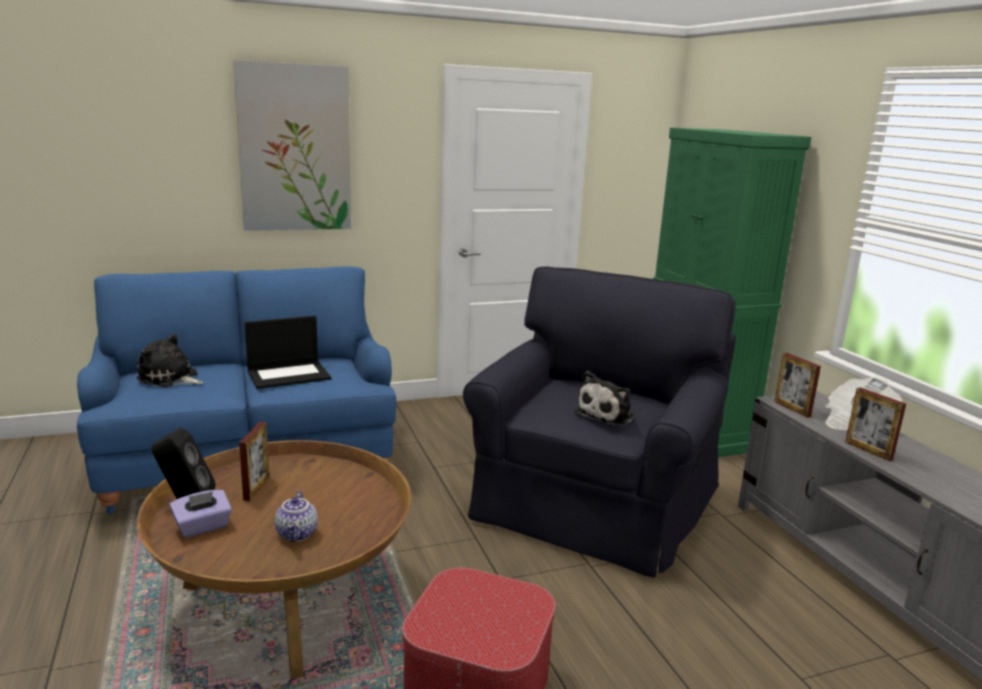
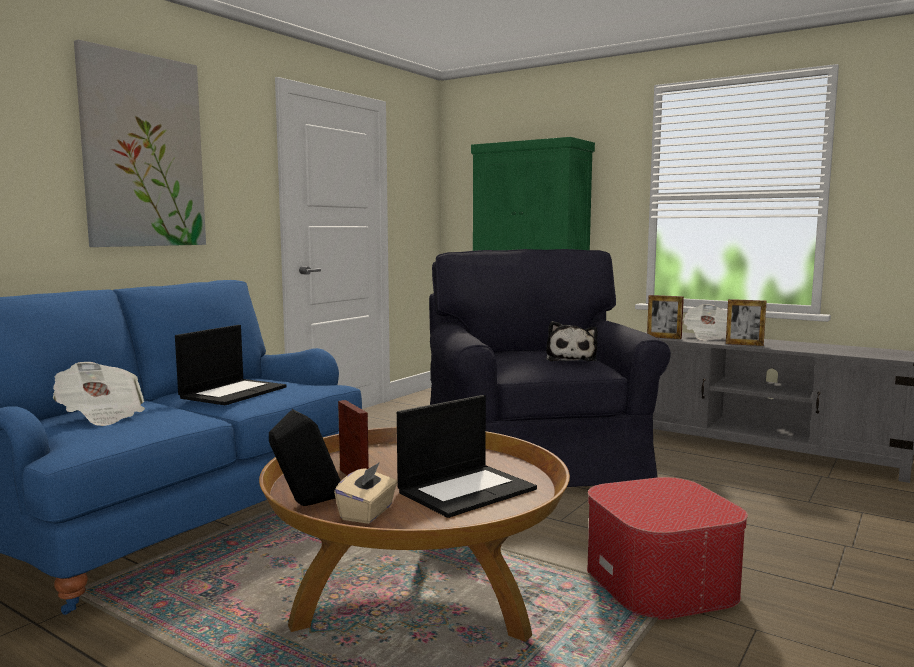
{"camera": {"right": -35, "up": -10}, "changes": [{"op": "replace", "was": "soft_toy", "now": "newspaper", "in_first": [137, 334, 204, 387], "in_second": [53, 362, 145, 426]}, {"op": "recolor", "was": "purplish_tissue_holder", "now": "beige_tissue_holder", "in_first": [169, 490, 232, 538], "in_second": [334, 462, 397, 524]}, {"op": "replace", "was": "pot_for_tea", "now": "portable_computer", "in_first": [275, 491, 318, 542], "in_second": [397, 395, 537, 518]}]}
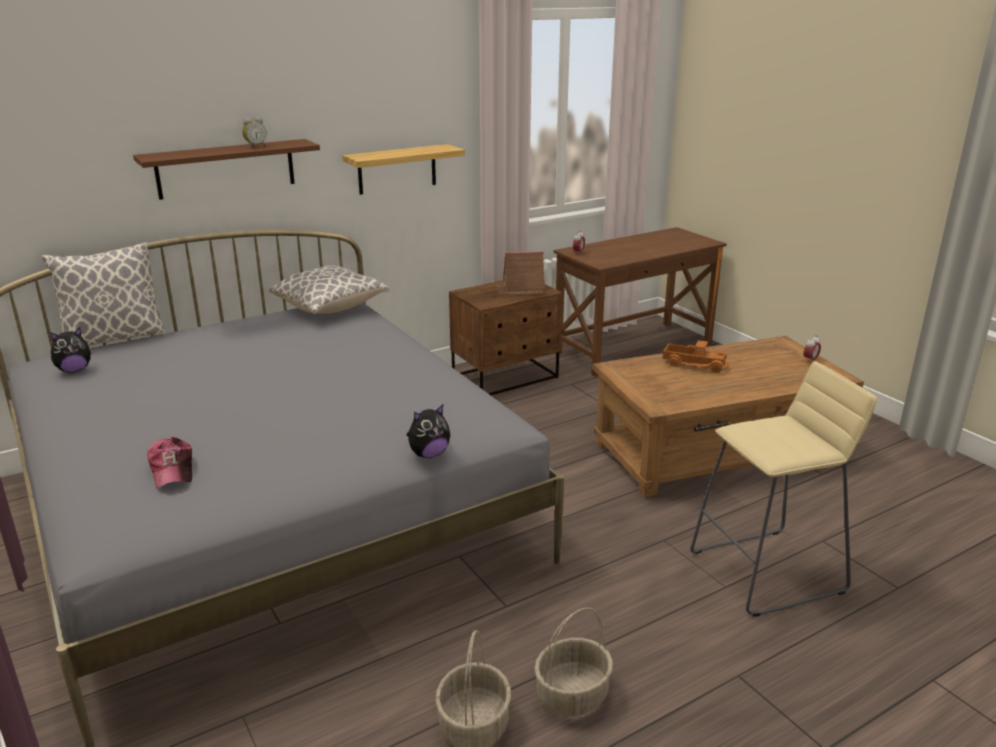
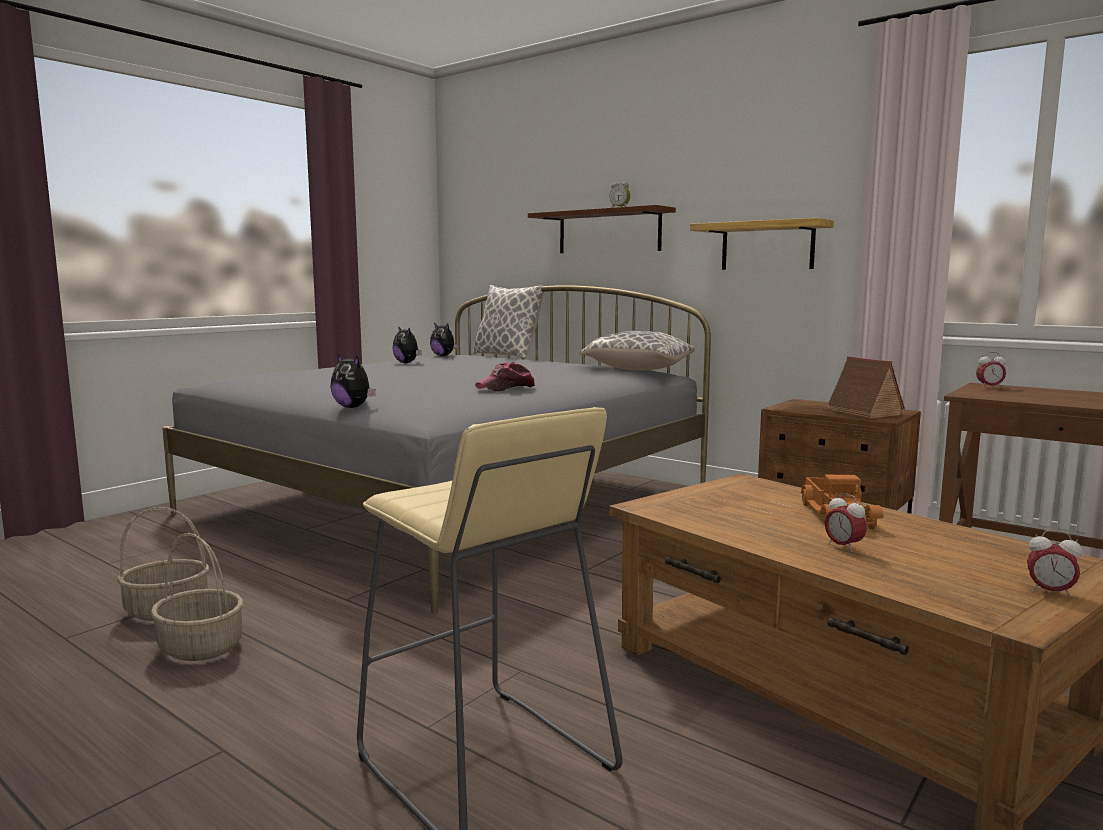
{"camera": {"right": 70, "up": -15}, "changes": [{"op": "move", "was": "cap", "in_first": [147, 437, 192, 488], "in_second": [475, 362, 535, 392]}, {"op": "insert", "now": "soft_toy", "in_second": [393, 326, 422, 363]}, {"op": "insert", "now": "alarm_clock", "in_second": [825, 493, 867, 553]}]}
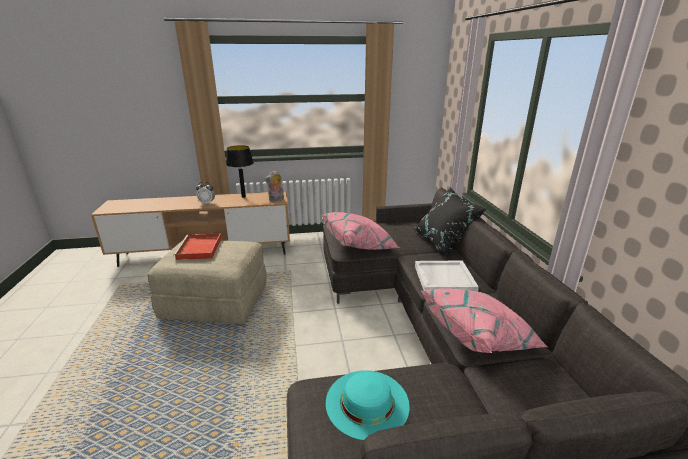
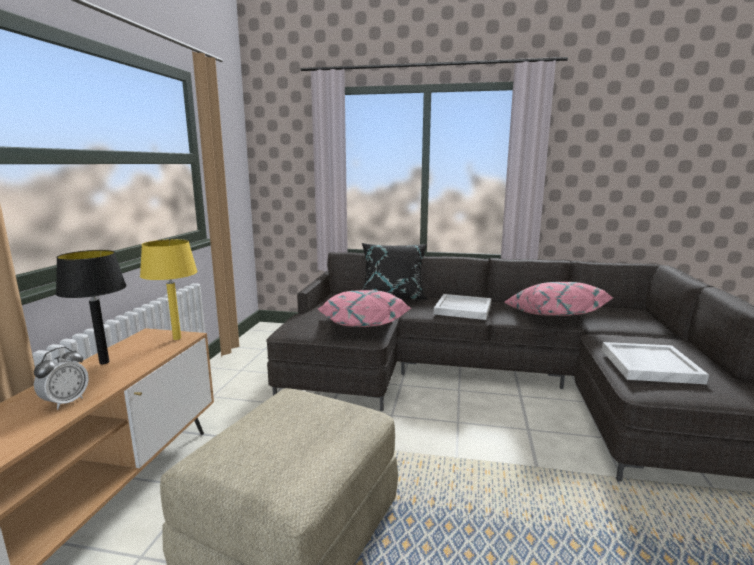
{"camera": {"right": -70, "up": -10}, "changes": [{"op": "replace", "was": "soft_toy", "now": "yellowish_lamp_for_a_table", "in_first": [265, 170, 284, 202], "in_second": [140, 239, 198, 340]}, {"op": "delete", "was": "red-coloured_carrying_tray", "in_first": [173, 234, 222, 260]}, {"op": "replace", "was": "turquoise_wearable_hat", "now": "white-coloured_carrying_tray", "in_first": [326, 370, 410, 440], "in_second": [602, 342, 709, 384]}]}
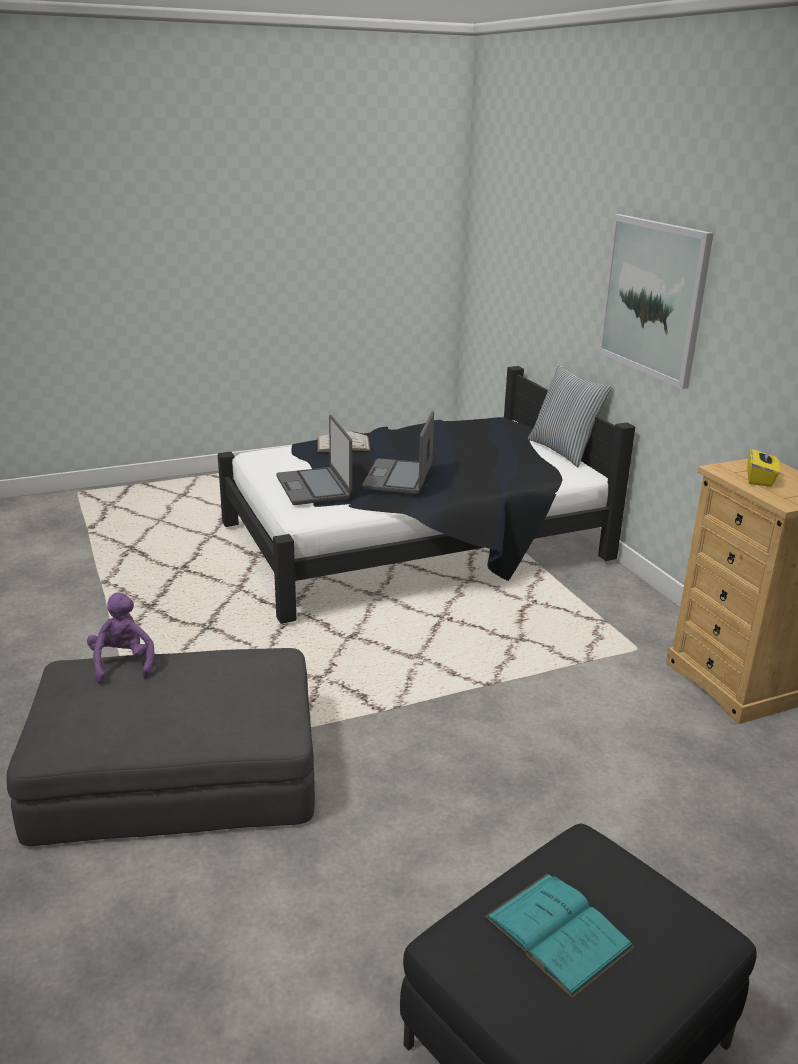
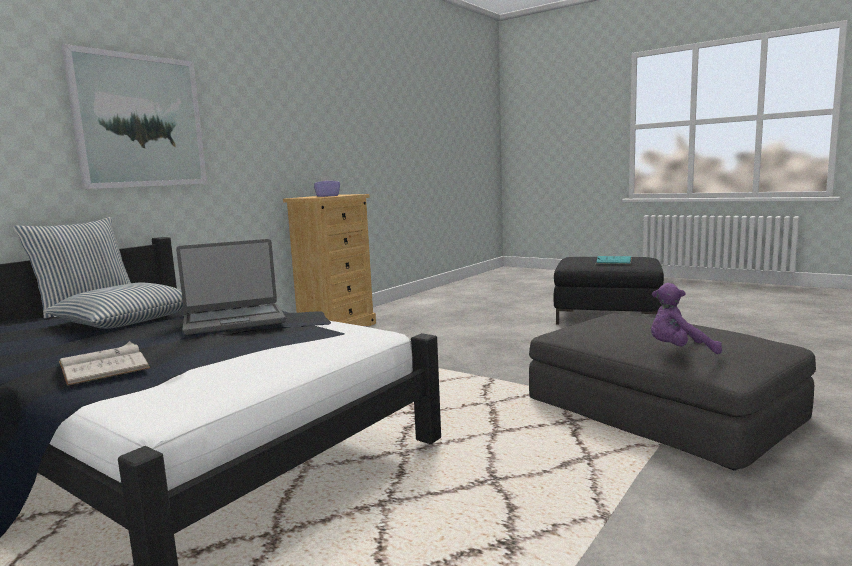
{"camera": {"right": -120, "up": -15}, "changes": [{"op": "delete", "was": "portable_computer", "in_first": [276, 415, 352, 505]}, {"op": "recolor", "was": "yellowish_tissue_holder", "now": "purplish_tissue_holder", "in_first": [748, 446, 780, 487], "in_second": [314, 176, 340, 197]}, {"op": "rotate", "was": "purplish_soft_toy", "in_first": [87, 592, 154, 683], "in_second": [651, 283, 722, 354], "clockwise": 45}, {"op": "insert", "now": "throw_pillow", "in_second": [43, 283, 184, 329]}]}
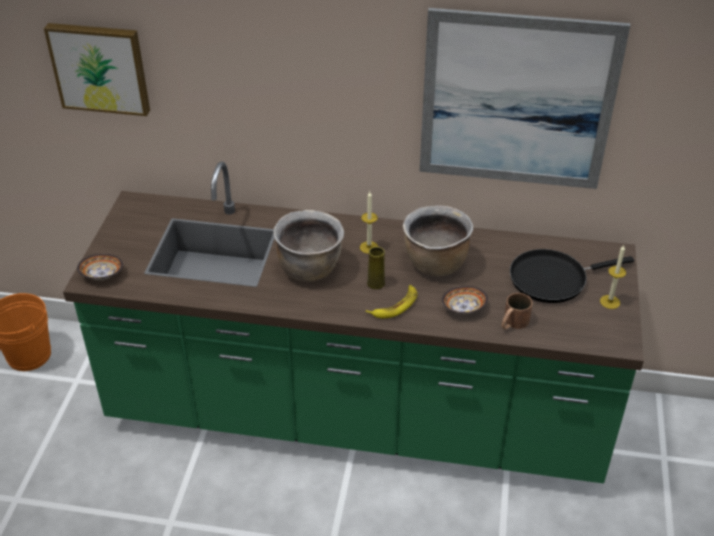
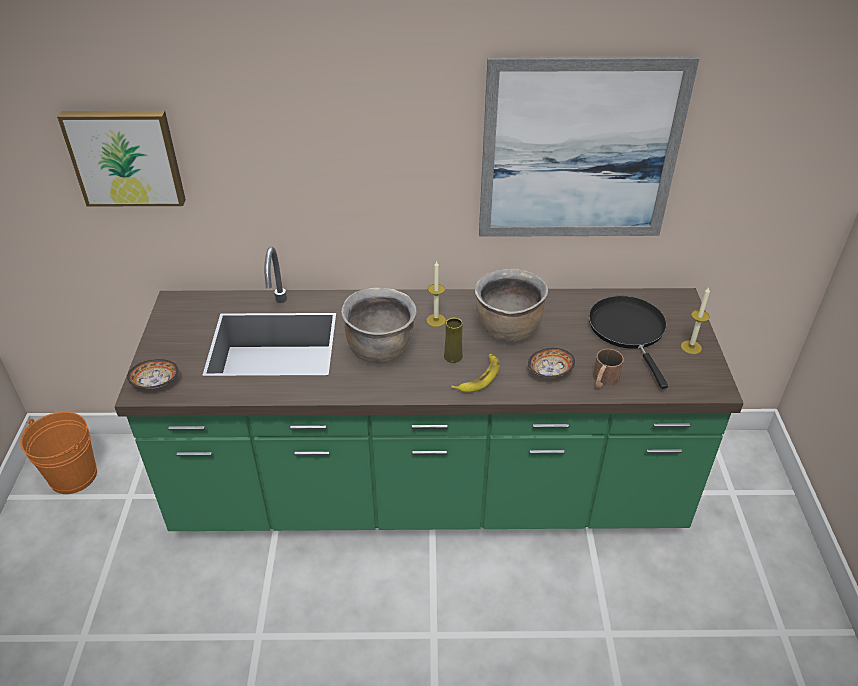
{"camera": {"right": -10, "up": 0}, "changes": [{"op": "rotate", "was": "black_frying_pan", "in_first": [510, 249, 634, 303], "in_second": [589, 296, 668, 389], "clockwise": 105}]}
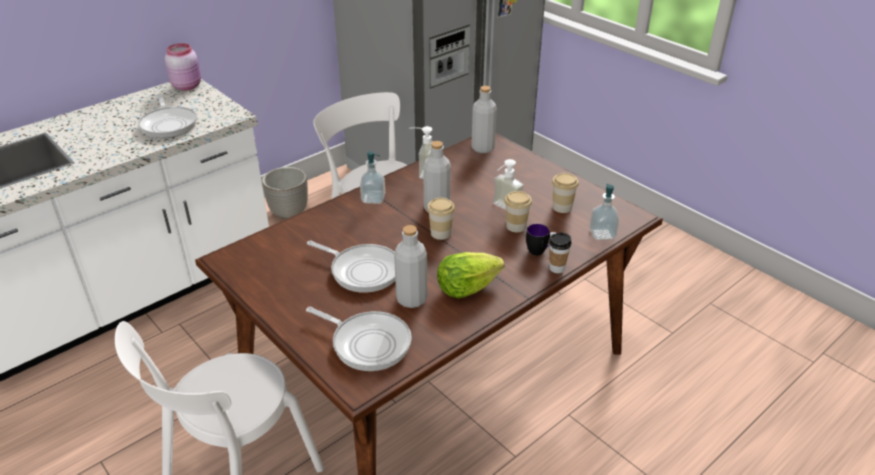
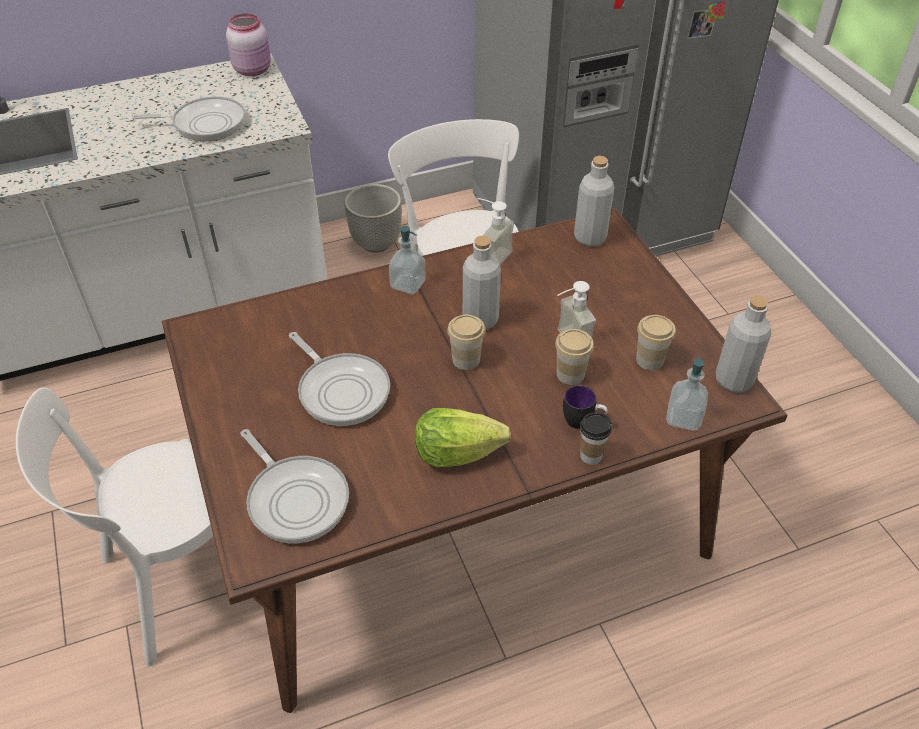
{"camera": {"right": 20, "up": 10}, "changes": [{"op": "rotate", "was": "frying_pan", "in_first": [138, 94, 197, 138], "in_second": [132, 96, 245, 141], "clockwise": -90}, {"op": "move", "was": "gray_drink_bottle", "in_first": [394, 225, 427, 308], "in_second": [716, 295, 771, 392]}]}
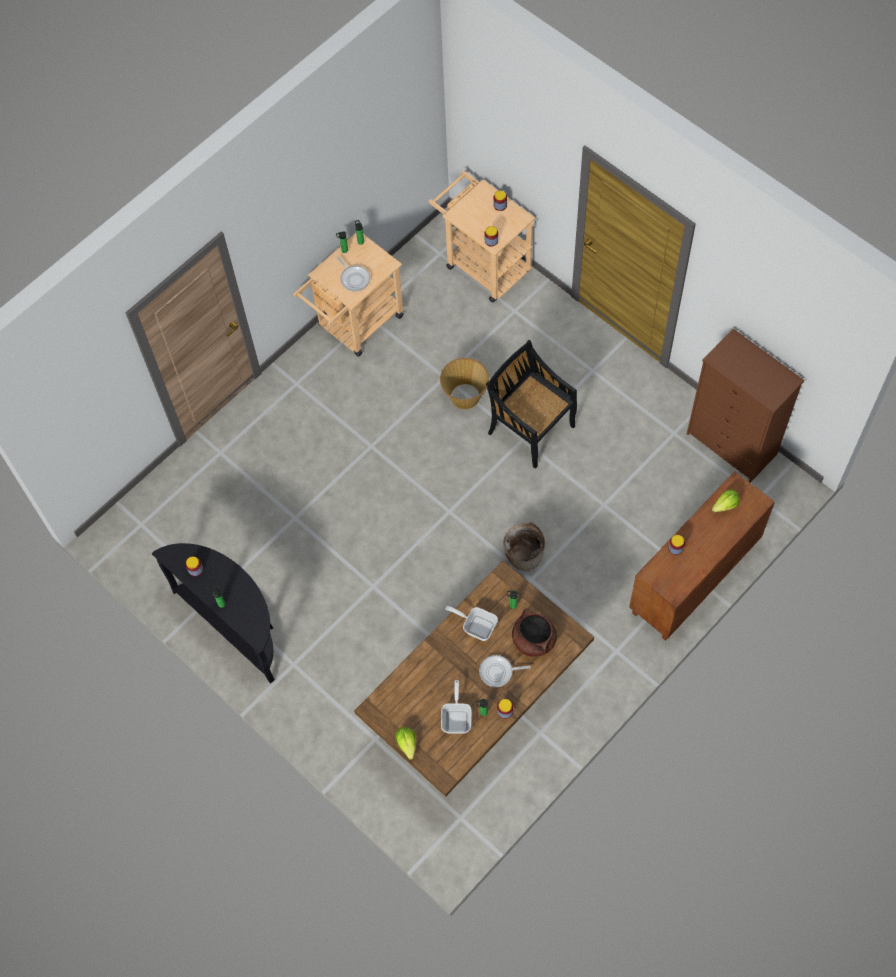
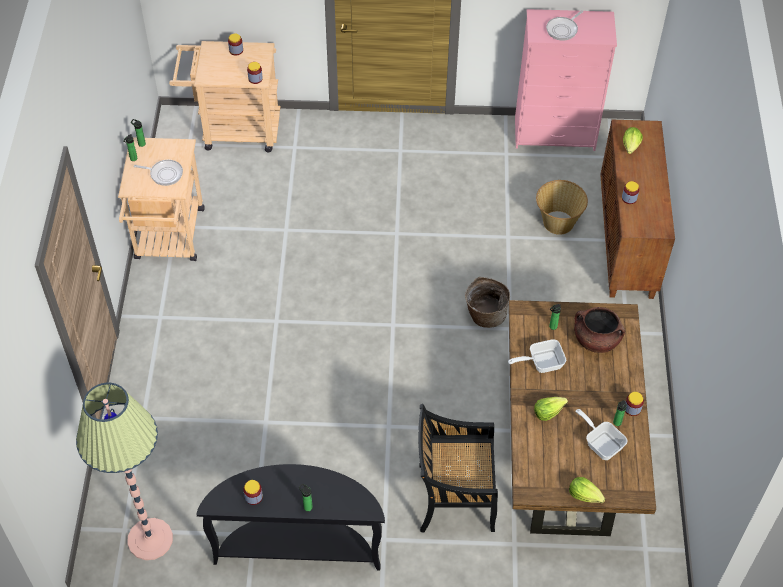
{"camera": {"right": -45, "up": -10}, "changes": [{"op": "recolor", "was": "brownish_drawer_chest", "now": "pink-coloured_drawer_chest", "in_first": [687, 328, 804, 483], "in_second": [515, 9, 617, 151]}, {"op": "move", "was": "black_chair", "in_first": [486, 340, 577, 469], "in_second": [418, 404, 498, 532]}, {"op": "move", "was": "household_basket", "in_first": [440, 358, 489, 409], "in_second": [536, 180, 588, 235]}, {"op": "move", "was": "frying_pan", "in_first": [479, 655, 531, 687], "in_second": [546, 10, 583, 41]}, {"op": "insert", "now": "floor_lamp", "in_second": [76, 383, 173, 560]}, {"op": "insert", "now": "lettuce", "in_second": [534, 397, 568, 421]}]}
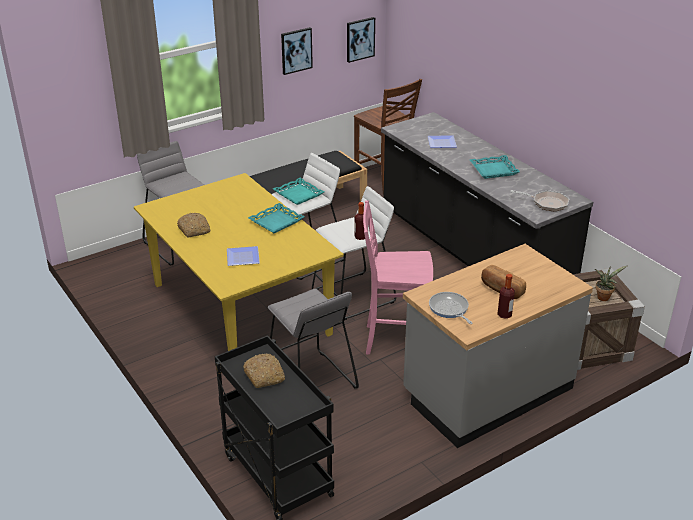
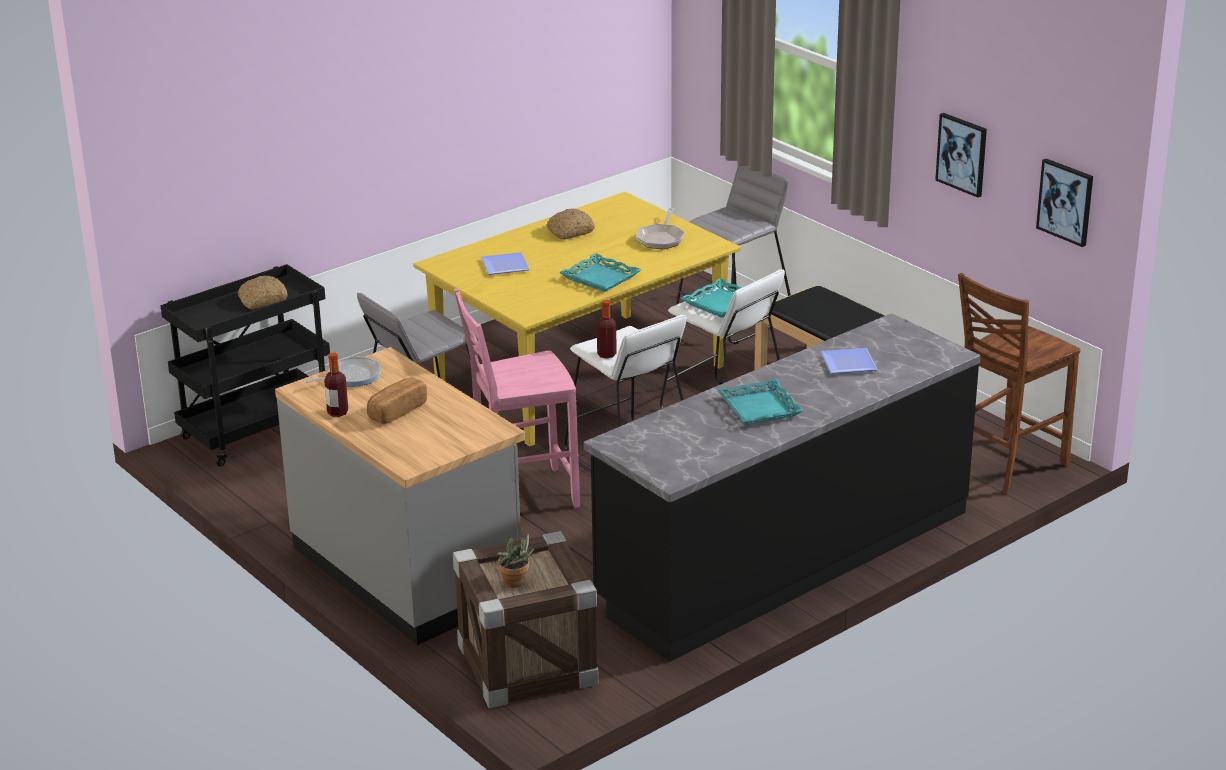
{"camera": {"right": 85, "up": -5}, "changes": [{"op": "move", "was": "frying_pan", "in_first": [510, 190, 569, 212], "in_second": [636, 208, 685, 249]}, {"op": "rotate", "was": "pink-coloured_chair", "in_first": [363, 200, 433, 355], "in_second": [454, 288, 580, 508], "clockwise": -105}]}
